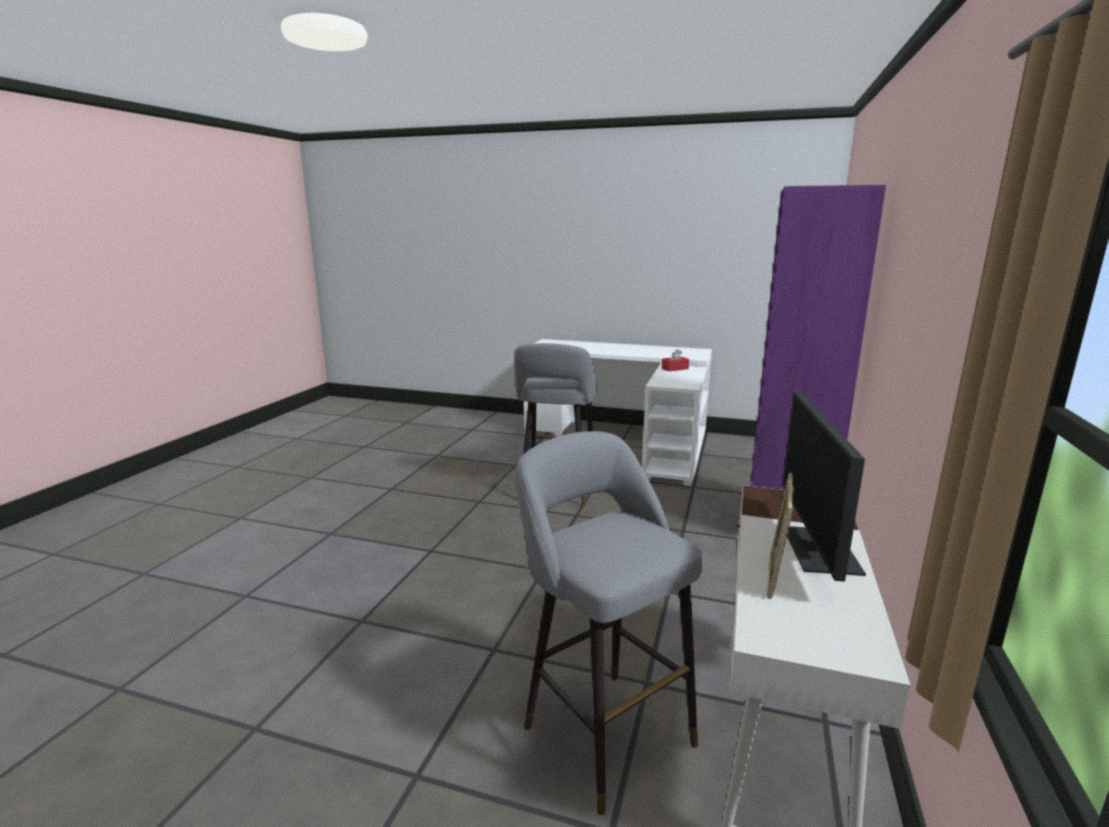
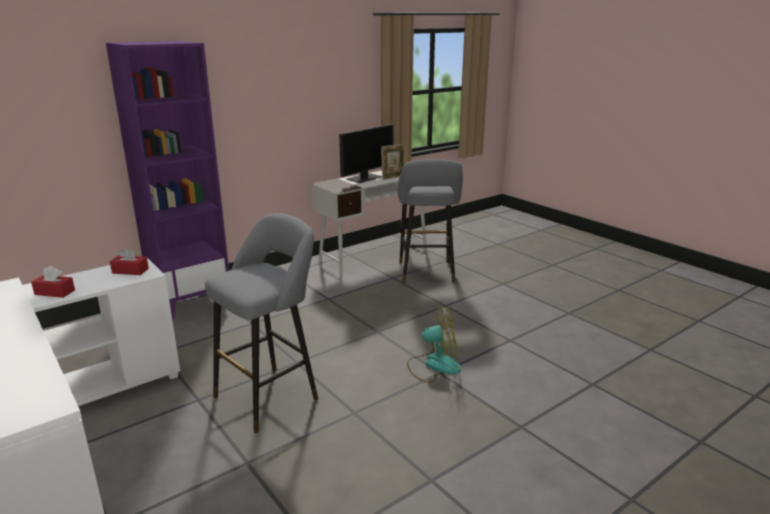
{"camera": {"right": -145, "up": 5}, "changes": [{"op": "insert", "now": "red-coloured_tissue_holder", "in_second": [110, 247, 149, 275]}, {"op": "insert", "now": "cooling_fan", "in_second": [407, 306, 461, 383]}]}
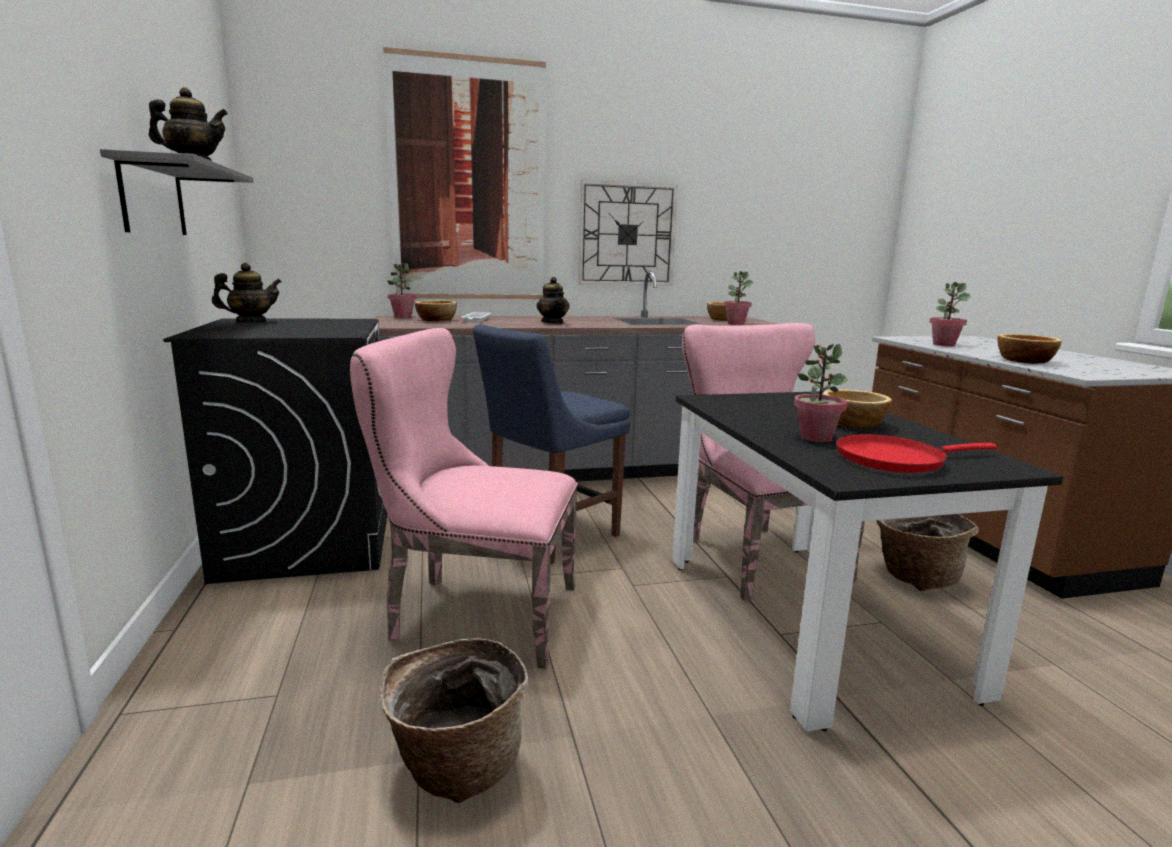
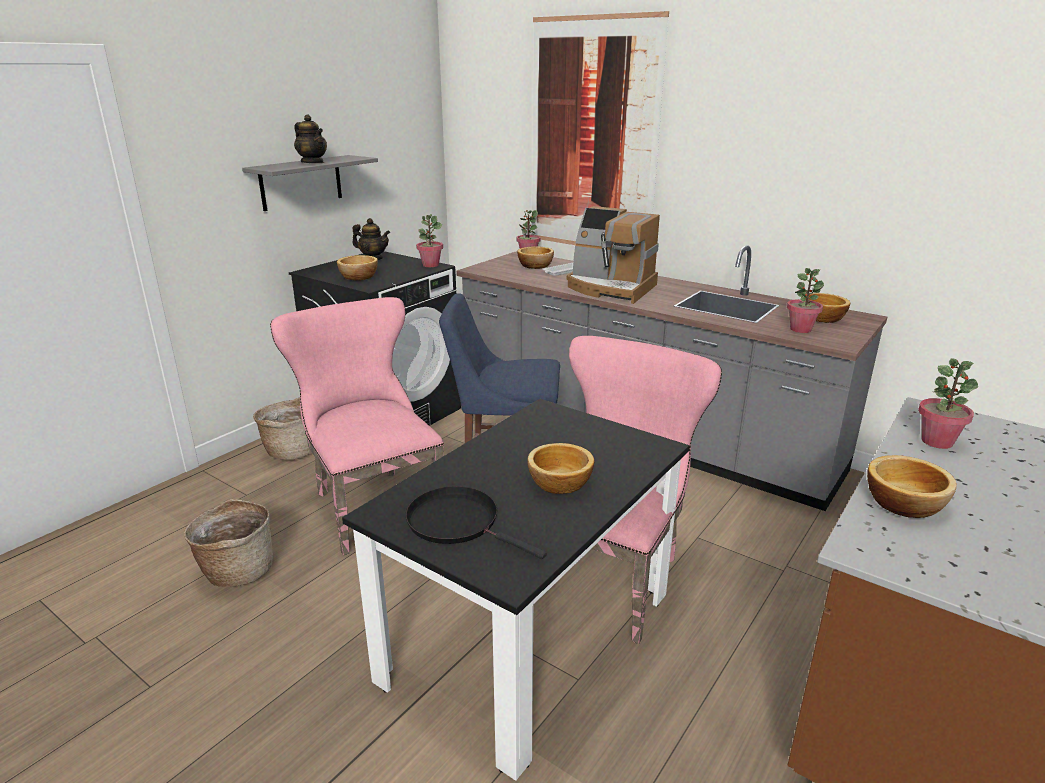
{"camera": {"right": 50, "up": 10}, "changes": [{"op": "delete", "was": "clock_on_the_wall", "in_first": [578, 180, 678, 286]}, {"op": "replace", "was": "pot_for_tea", "now": "coffee_brewer", "in_first": [537, 277, 569, 324], "in_second": [567, 206, 660, 304]}, {"op": "move", "was": "houseplant", "in_first": [794, 344, 848, 442], "in_second": [416, 214, 443, 267]}, {"op": "recolor", "was": "red-coloured_frying_pan", "now": "black_frying_pan", "in_first": [836, 434, 997, 473], "in_second": [406, 486, 547, 559]}, {"op": "move", "was": "household_basket", "in_first": [876, 514, 979, 591], "in_second": [253, 398, 312, 460]}, {"op": "insert", "now": "bowl", "in_second": [337, 255, 378, 280]}]}
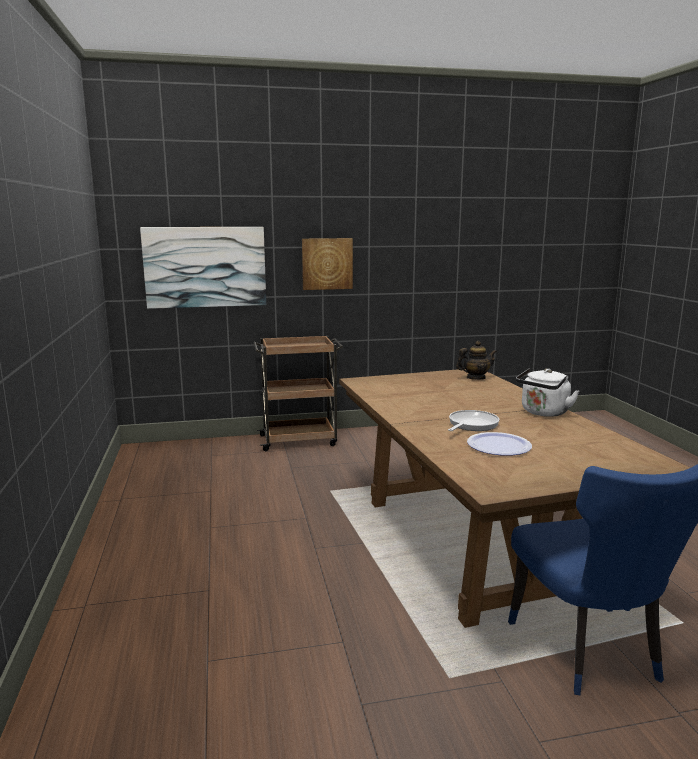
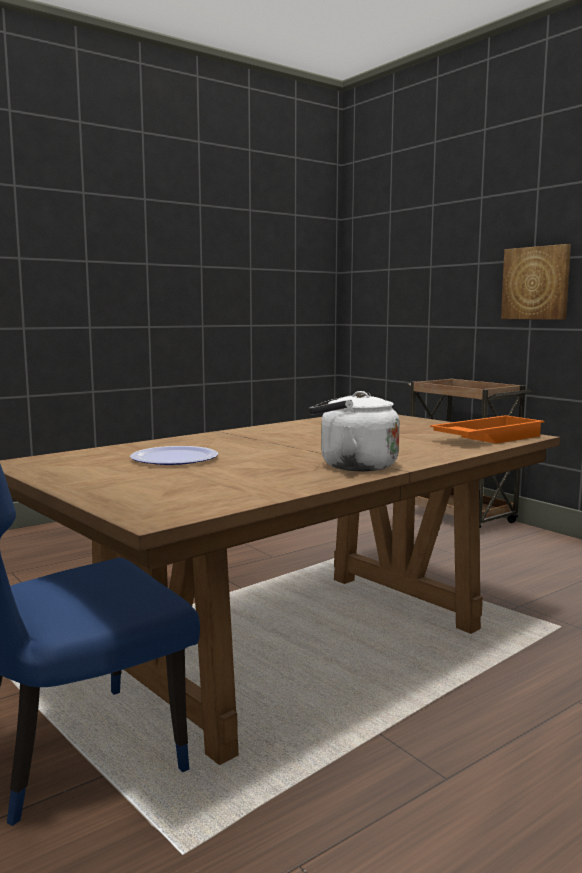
{"camera": {"right": 65, "up": -5}, "changes": [{"op": "delete", "was": "picture", "in_first": [140, 227, 266, 309]}, {"op": "replace", "was": "pot_for_tea", "now": "orange_carrying_tray", "in_first": [456, 341, 497, 380], "in_second": [430, 415, 545, 444]}, {"op": "delete", "was": "frying_pan", "in_first": [448, 410, 499, 431]}]}
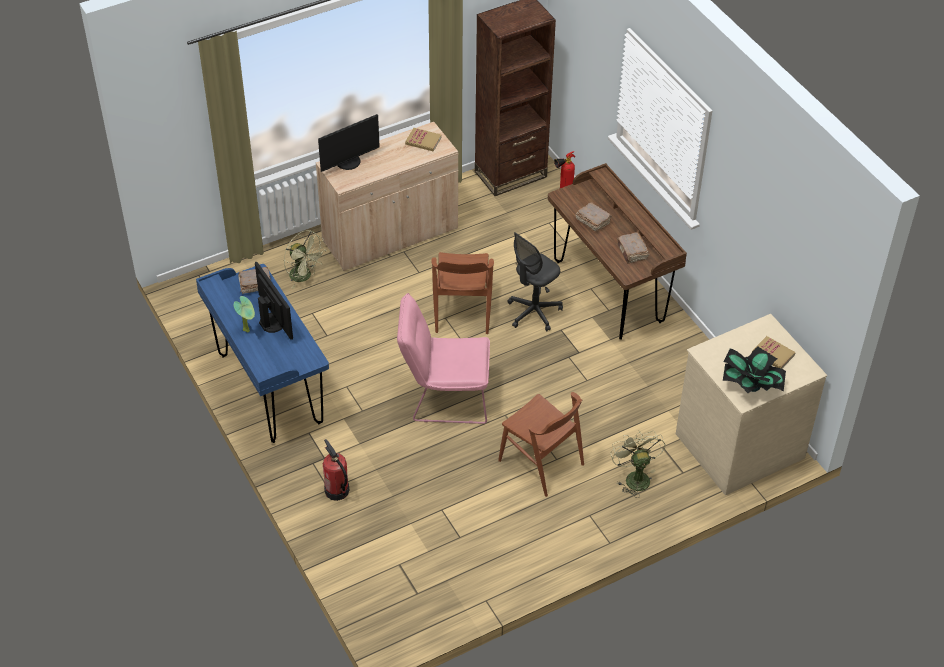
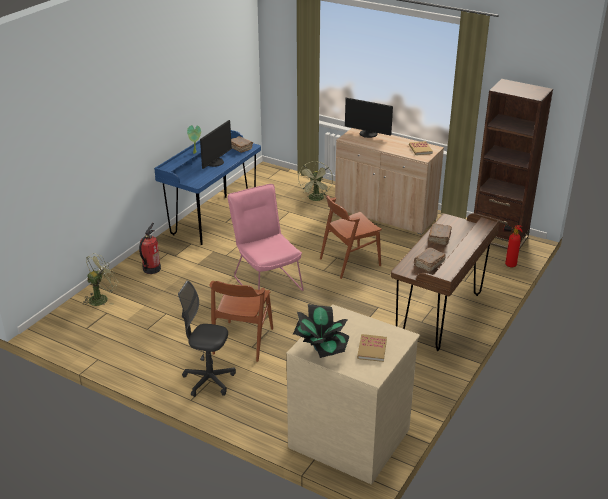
{"camera": {"right": 60, "up": -15}, "changes": [{"op": "move", "was": "gray_computer_chair", "in_first": [507, 232, 563, 331], "in_second": [178, 281, 236, 397]}, {"op": "move", "was": "green_cooling_fan", "in_first": [611, 430, 665, 498], "in_second": [82, 253, 118, 306]}]}
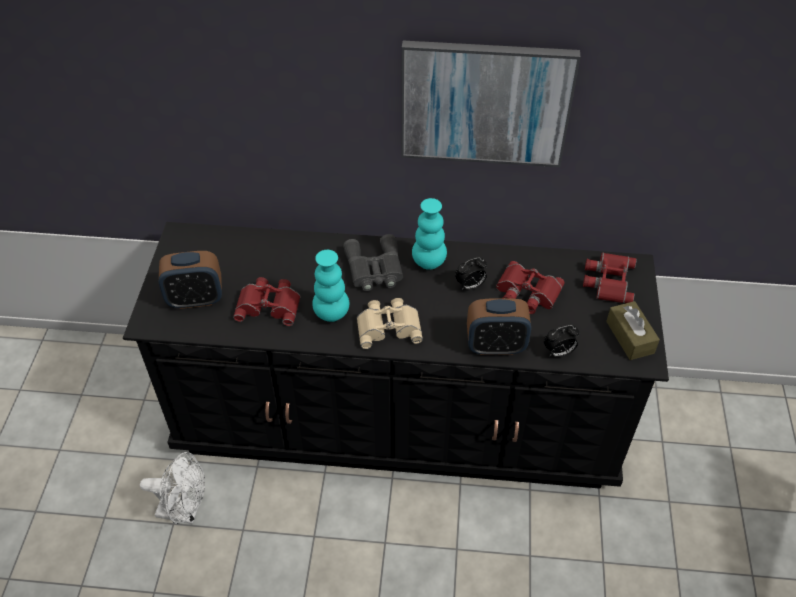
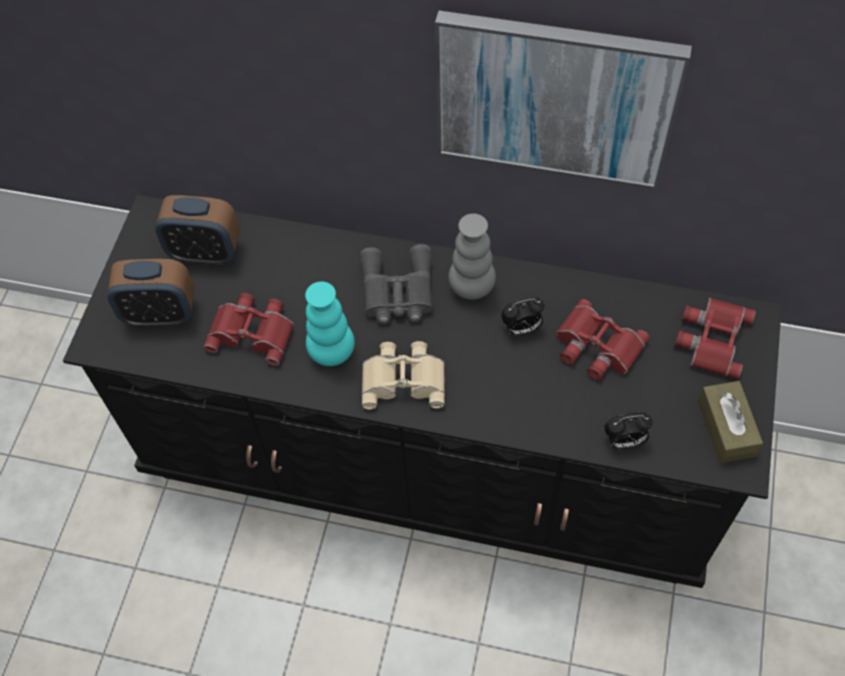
{"camera": {"right": 10, "up": 10}, "changes": [{"op": "recolor", "was": "turquoise_decorative_vase", "now": "gray_decorative_vase", "in_first": [412, 198, 447, 270], "in_second": [448, 213, 496, 300]}, {"op": "move", "was": "alarm_clock", "in_first": [467, 298, 531, 355], "in_second": [155, 195, 240, 265]}, {"op": "delete", "was": "white-coloured_cooling_fan", "in_first": [140, 452, 205, 524]}]}
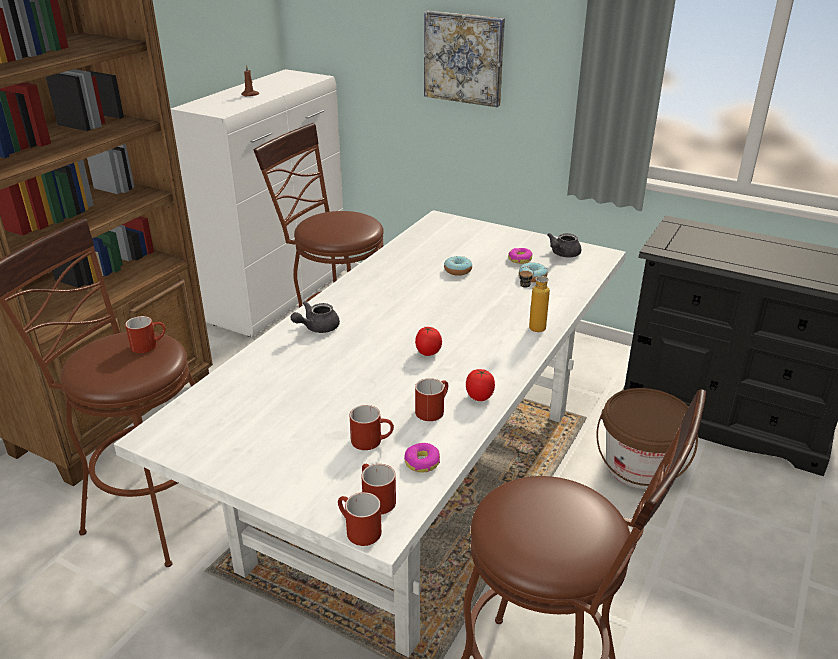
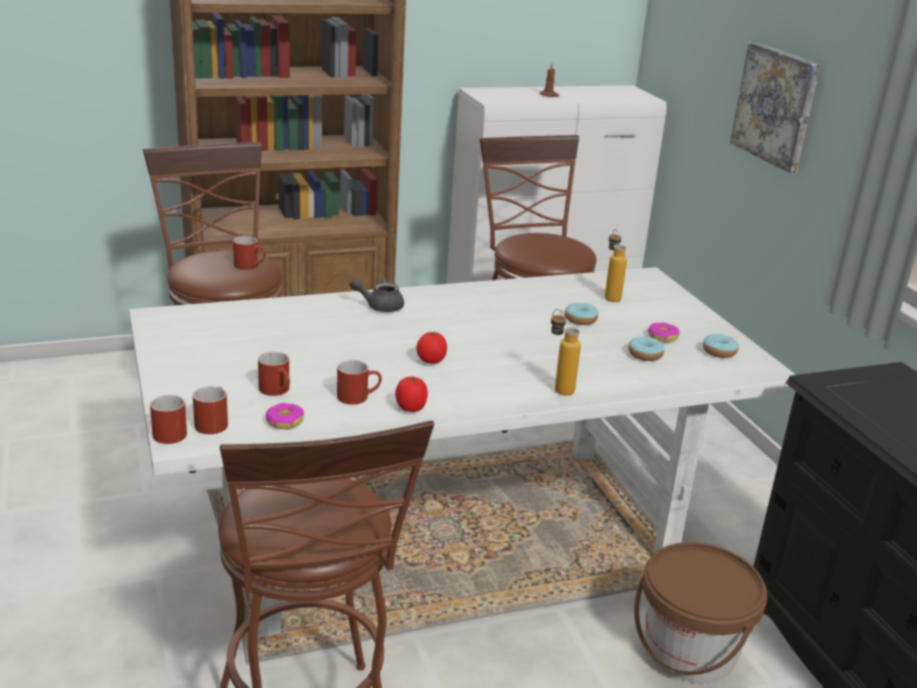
{"camera": {"right": 40, "up": -5}, "changes": [{"op": "replace", "was": "gray_pot_for_tea", "now": "doughnut", "in_first": [547, 233, 581, 257], "in_second": [703, 334, 739, 358]}, {"op": "insert", "now": "drink_bottle", "in_second": [605, 229, 627, 302]}]}
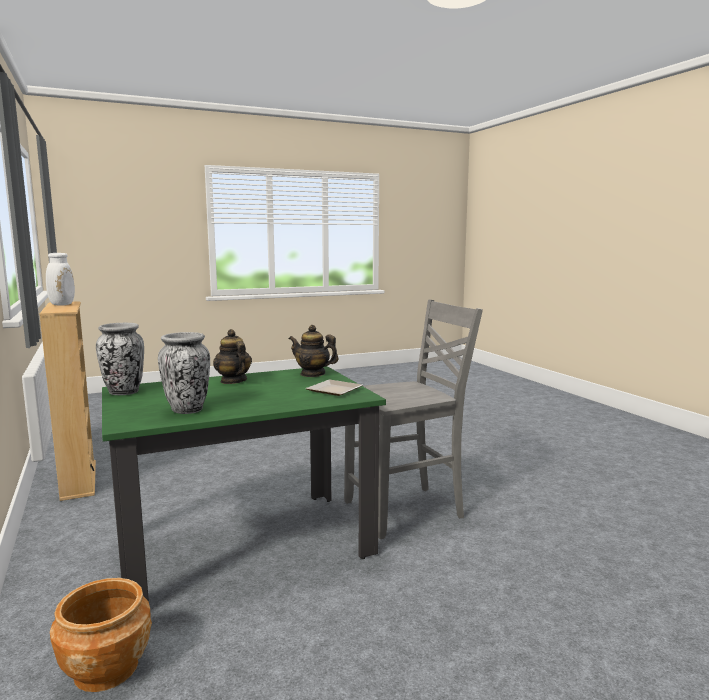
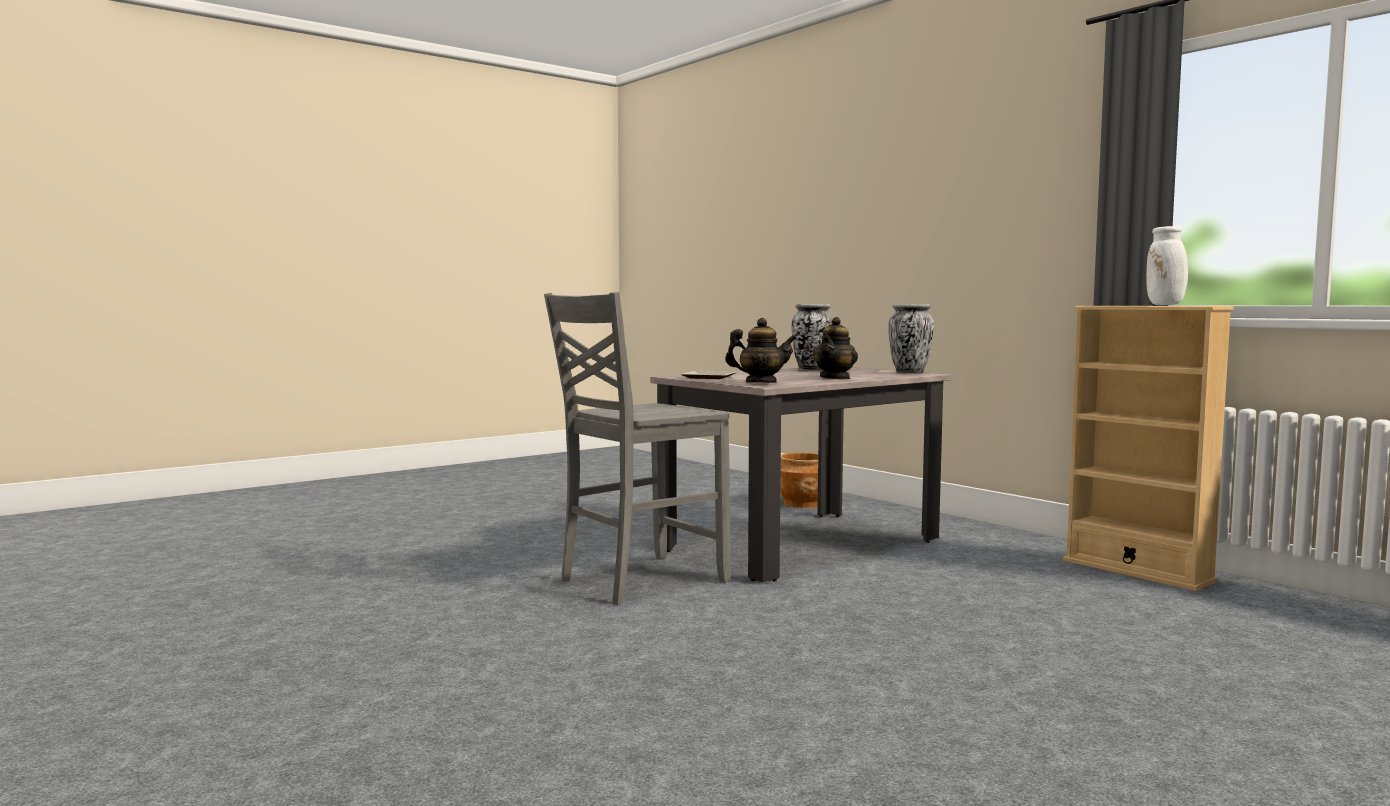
{"camera": {"right": 165, "up": -5}, "changes": [{"op": "rotate", "was": "pot_for_tea", "in_first": [213, 329, 252, 384], "in_second": [813, 317, 858, 380], "clockwise": 75}, {"op": "recolor", "was": "green_kitchen_table", "now": "beige_kitchen_table", "in_first": [102, 366, 386, 601], "in_second": [650, 367, 951, 582]}]}
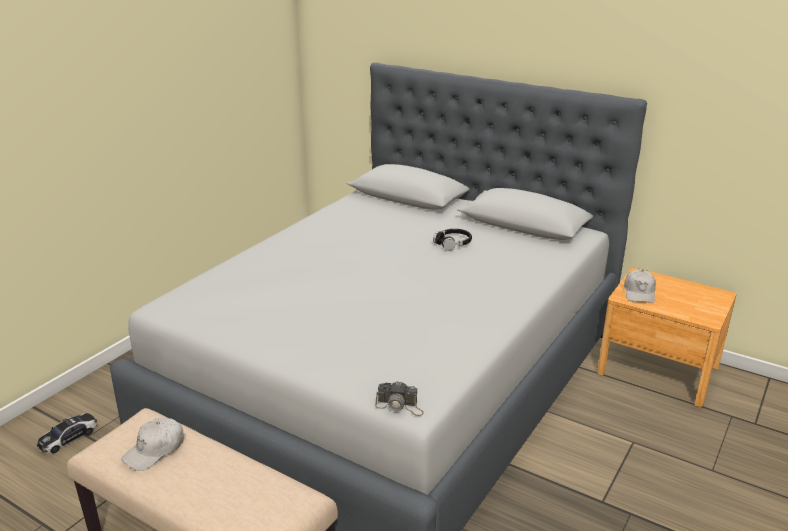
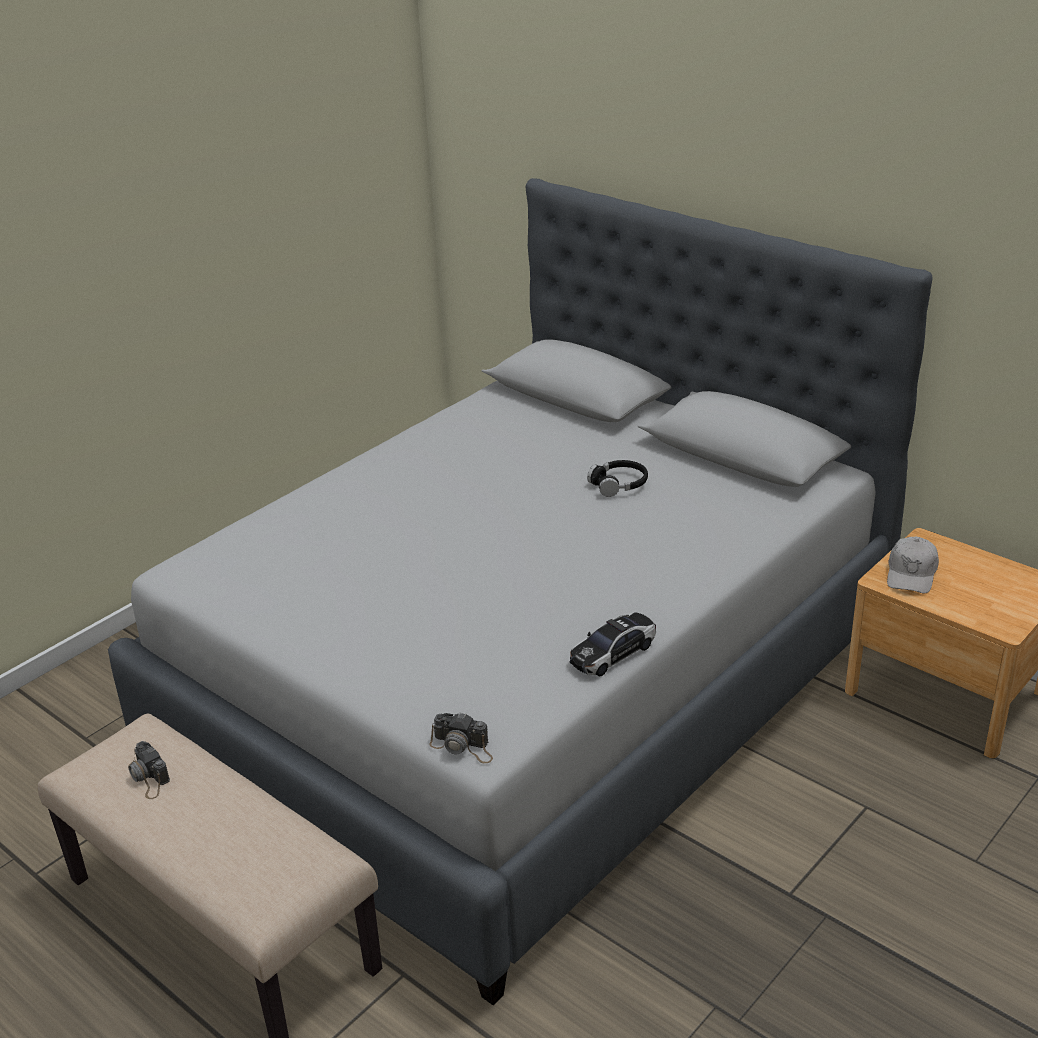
{"camera": {"right": 10, "up": 5}, "changes": [{"op": "move", "was": "model_car", "in_first": [37, 413, 97, 453], "in_second": [570, 612, 656, 676]}, {"op": "replace", "was": "white-coloured_cap", "now": "still_camera", "in_first": [122, 418, 184, 471], "in_second": [128, 741, 170, 799]}]}
